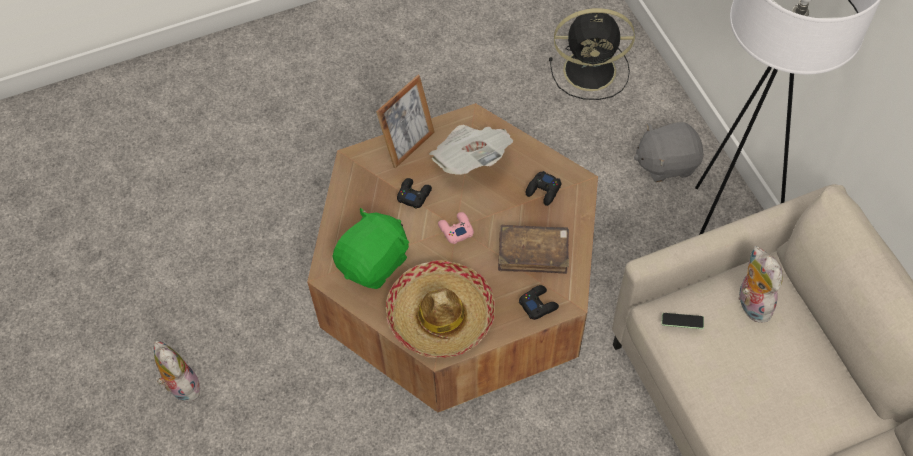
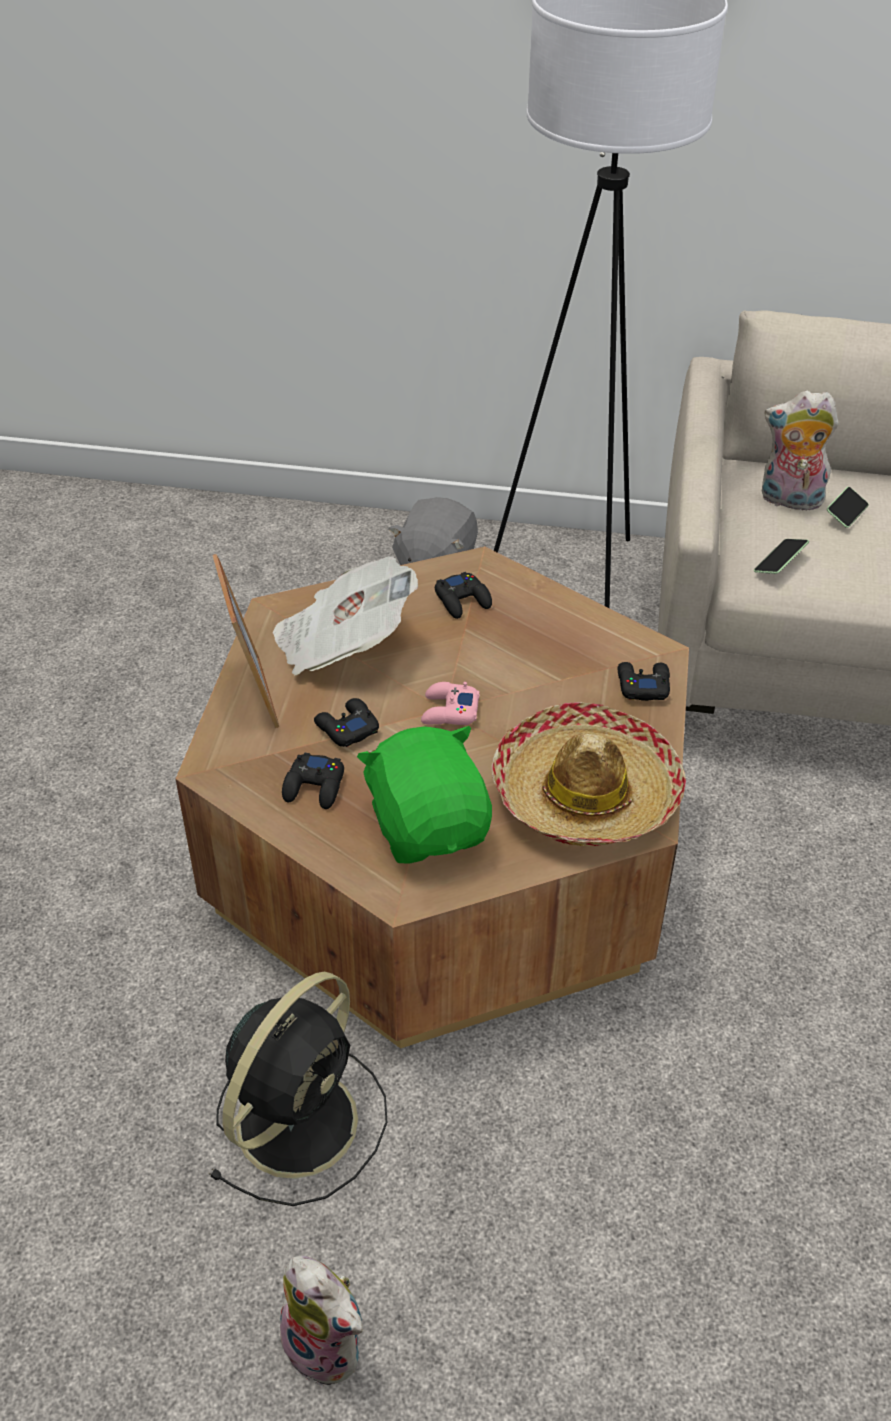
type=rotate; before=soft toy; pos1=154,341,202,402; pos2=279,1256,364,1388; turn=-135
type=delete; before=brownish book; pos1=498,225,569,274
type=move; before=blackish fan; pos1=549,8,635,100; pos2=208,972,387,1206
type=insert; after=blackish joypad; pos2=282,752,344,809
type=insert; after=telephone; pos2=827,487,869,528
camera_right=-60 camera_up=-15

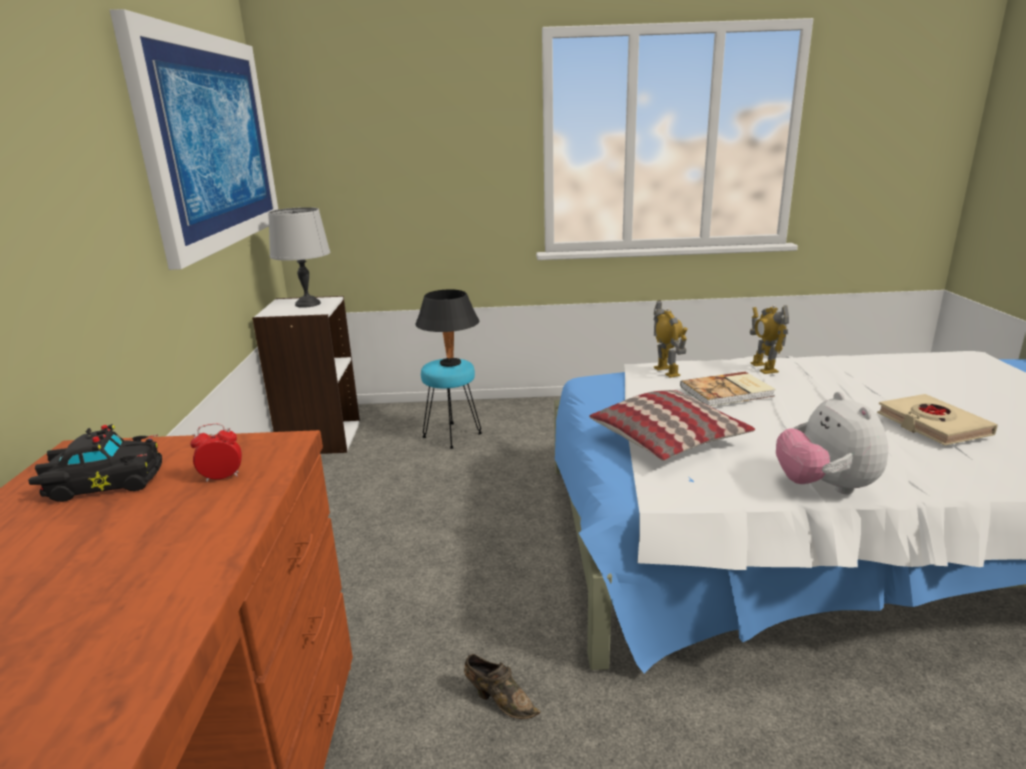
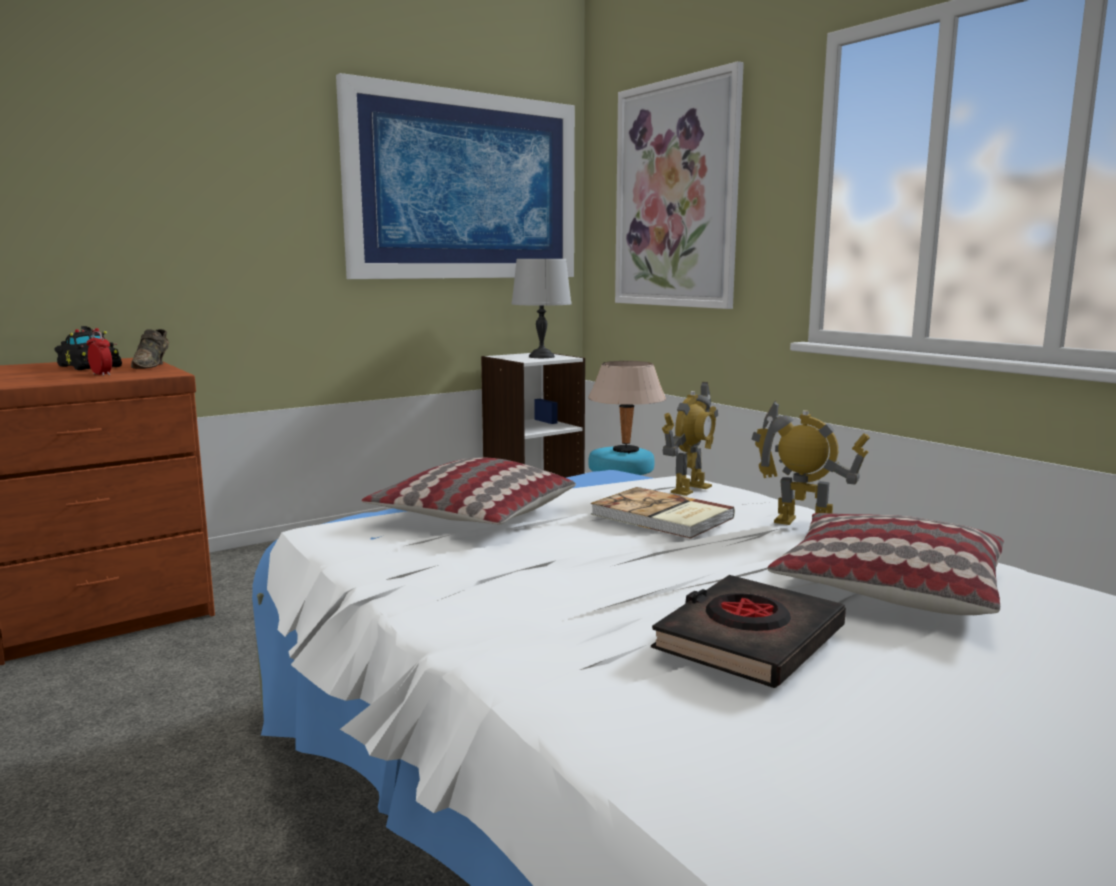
type=recolor; before=blackish table lamp; after=sand-coloured table lamp; pos1=415,289,479,367; pos2=588,361,666,453
type=move; before=brownish low shoe; pos1=464,654,541,719; pos2=131,329,169,369
type=rotate; before=toy robot; pos1=750,305,789,374; pos2=751,400,870,525; turn=75
type=delete; before=soft toy; pos1=776,392,888,494
type=recolor; before=sand-coloured book; after=blackish book; pos1=877,394,998,445; pos2=651,575,846,688
type=insert; after=wall picture; pos2=615,61,744,309
type=insert; after=pillow; pos2=767,513,1004,615
camera_right=55 camera_up=-10

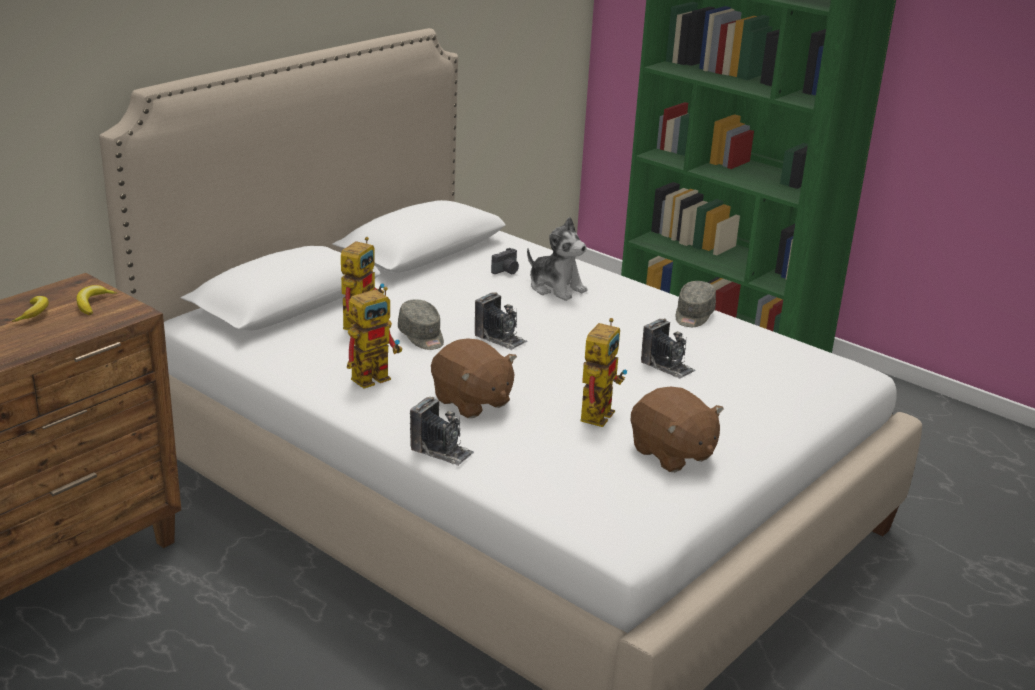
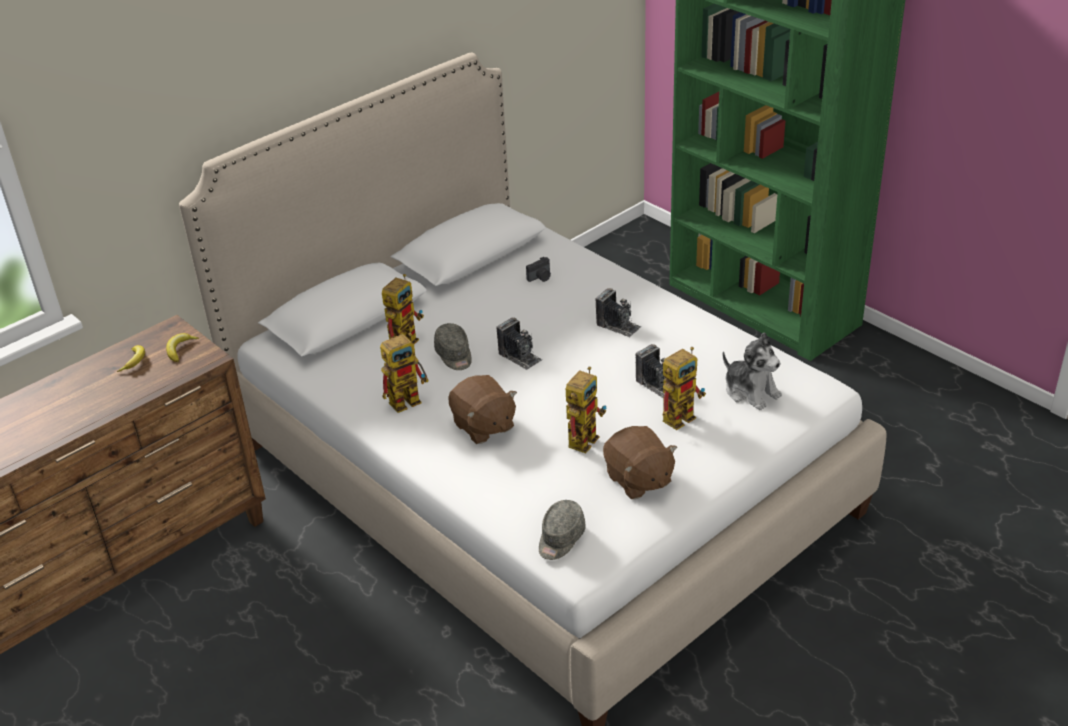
type=move; before=photo camera; pos1=410,397,474,466; pos2=596,288,641,337
type=move; before=soft toy; pos1=527,217,587,301; pos2=723,332,782,410
type=move; before=gray baseball cap; pos1=676,281,716,327; pos2=539,500,586,560
type=insert; after=toy robot; pos2=663,347,706,430
camera_right=10 camera_up=10

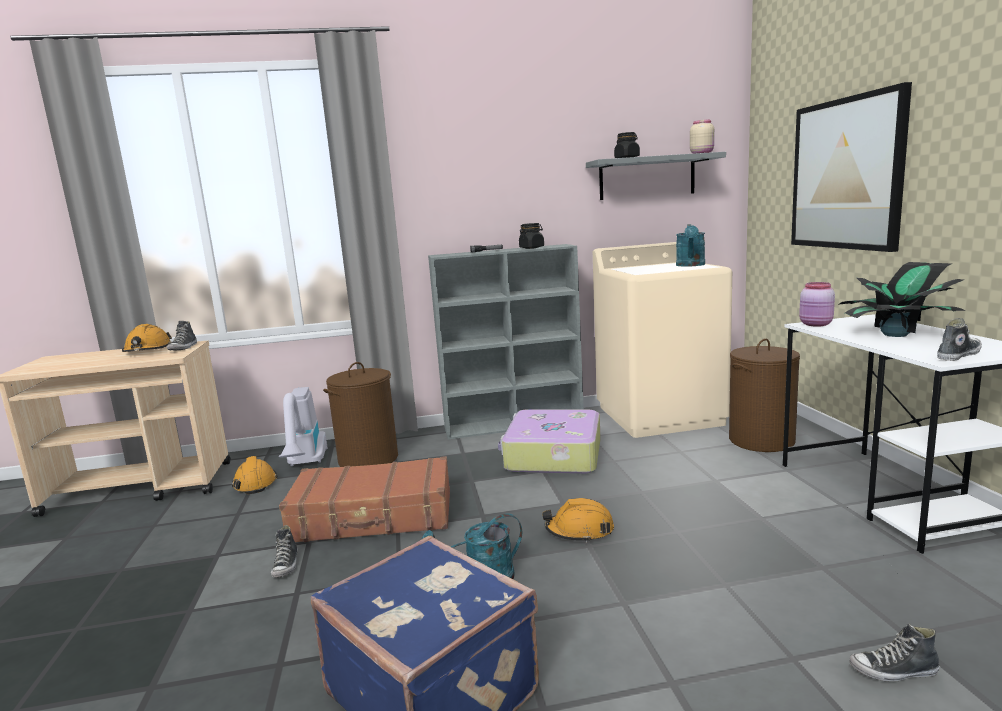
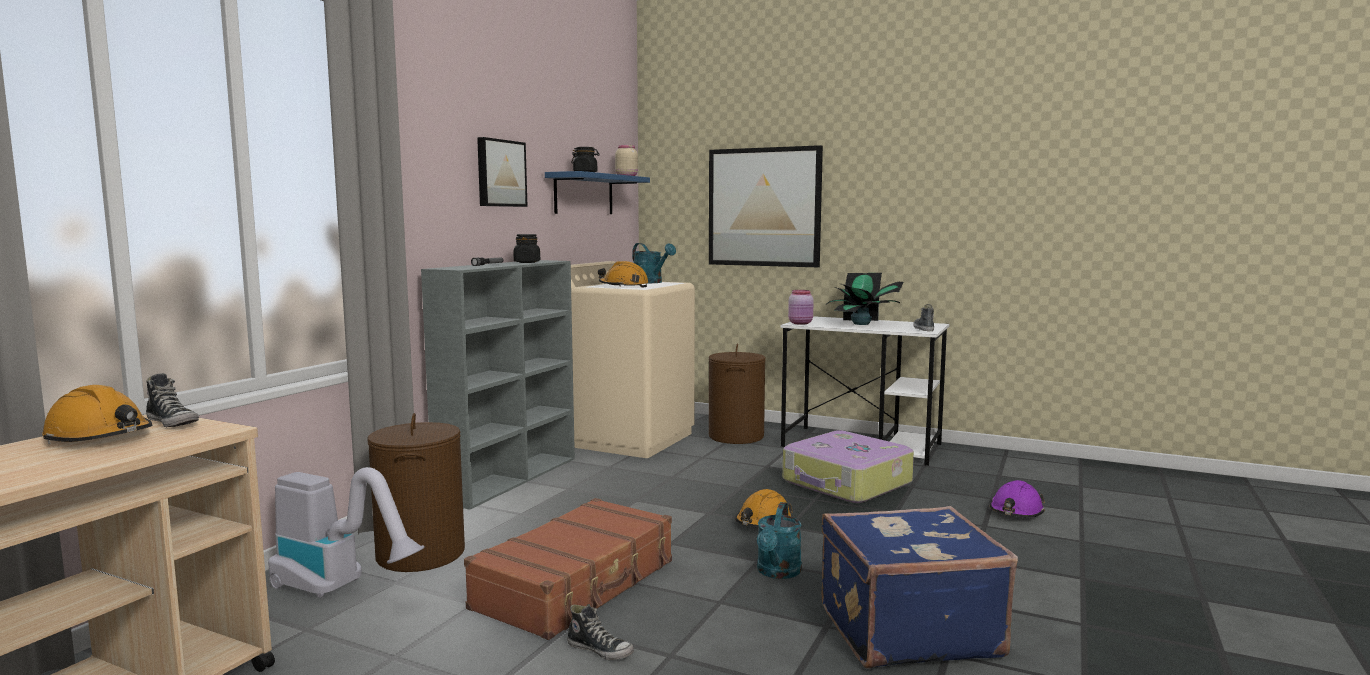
type=move; before=orangey work helmet; pos1=232,456,277,494; pos2=598,261,649,288
type=move; before=travel case; pos1=498,409,601,474; pos2=783,430,914,503
type=recolor; before=gray bracket shelf; after=blue bracket shelf; pos1=586,152,726,200; pos2=545,171,650,214
type=replace; before=low shoe; after=purplish work helmet; pos1=849,623,940,682; pos2=990,480,1045,517
type=insert; after=wall picture; pos2=477,137,528,207
camera_right=-55 camera_up=-5

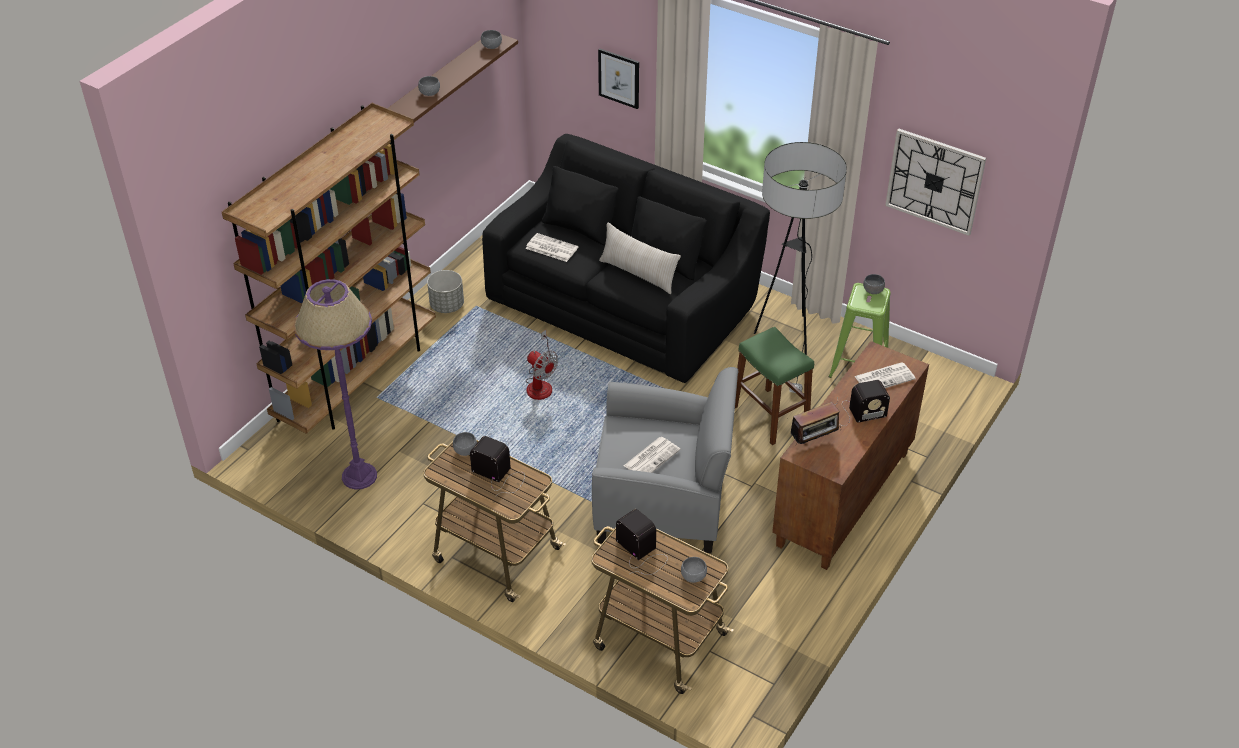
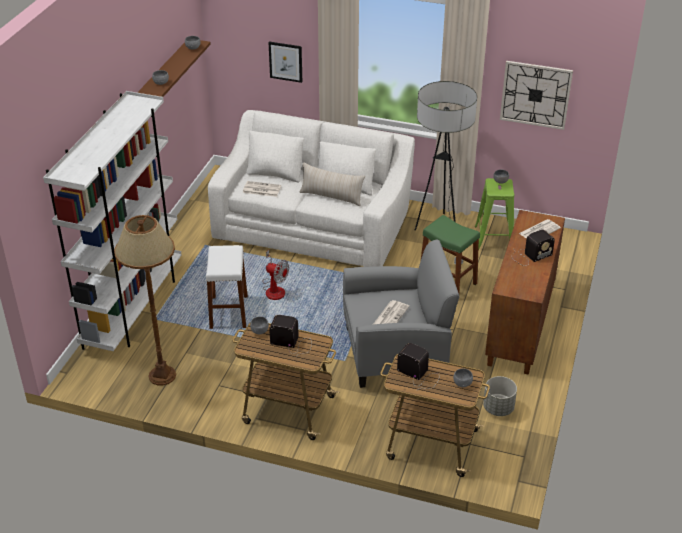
type=recolor; before=brownish shelving unit; after=whitish shelving unit; pos1=222,103,436,434; pos2=43,91,182,351
type=recolor; before=purplish floor lamp; after=brownish floor lamp; pos1=294,279,377,490; pos2=114,215,176,386
type=move; before=gray planter; pos1=427,270,464,313; pos2=483,376,517,416
type=recolor; before=blackish couch; after=whitish couch; pos1=482,134,770,383; pos2=208,110,415,267
type=delete; before=radio; pos1=790,402,841,444
type=insert; after=whitish sitting stool; pos2=206,245,248,329
camera_right=-15 camera_up=-5

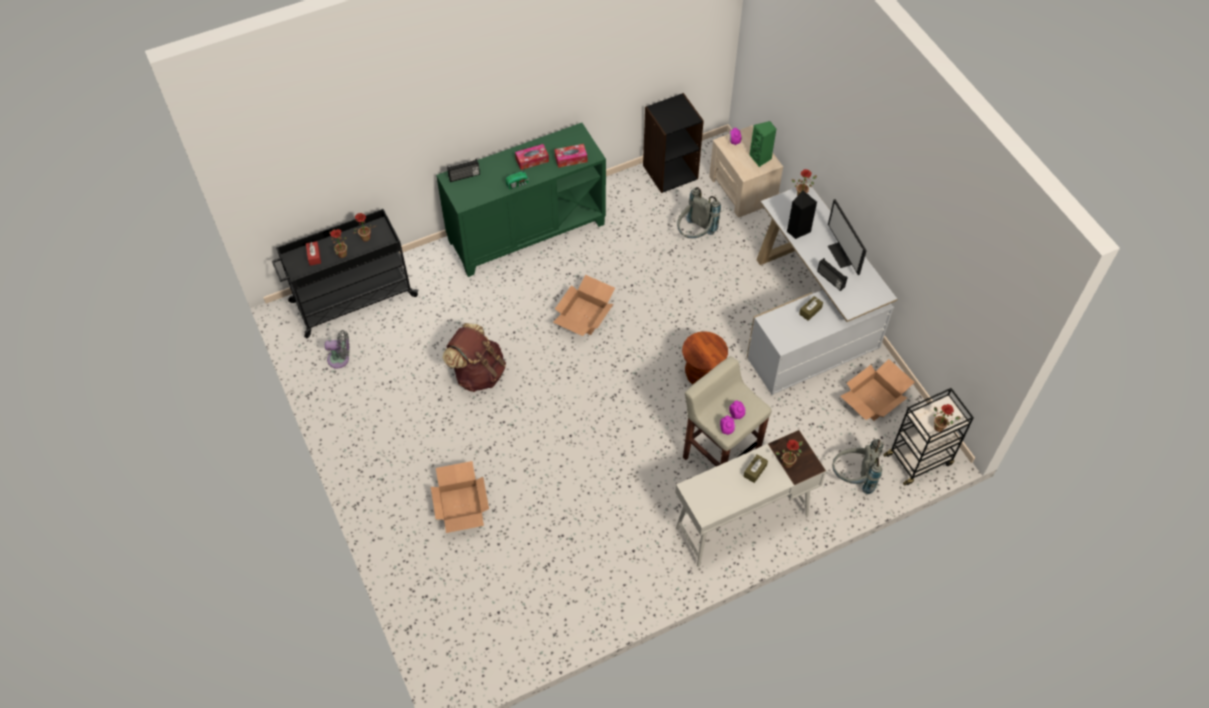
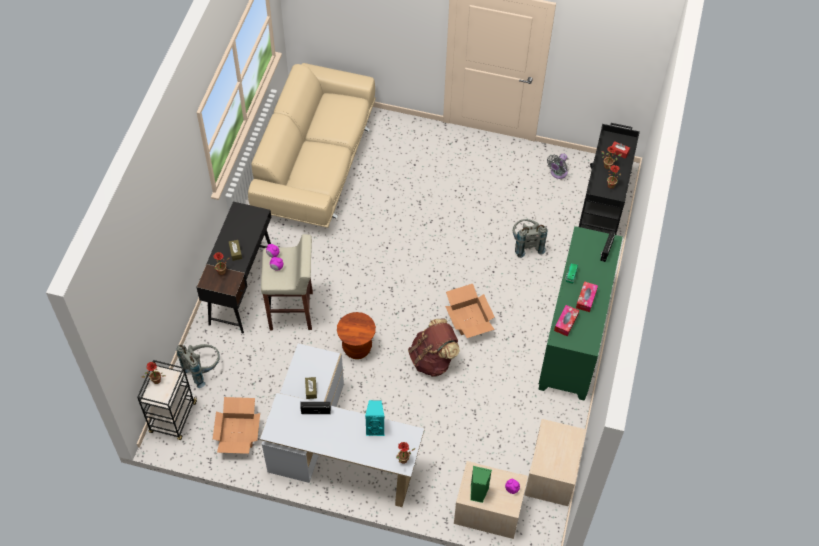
type=delete; before=packing box; pos1=431,461,489,533
type=move; before=brownish knapsack; pos1=443,323,506,392; pos2=408,319,460,377
type=replace; before=blackish shelving unit; after=sand-coloured nightstand; pos1=643,93,704,193; pos2=524,419,586,506
type=recolor; before=whitish desk; after=blackish desk; pos1=675,430,826,567; pos2=196,202,271,334
type=move; before=gray knapsack; pos1=677,187,721,238; pos2=513,219,547,258
type=recolor; before=blackish audio speaker; after=blue-green audio speaker; pos1=786,191,817,239; pos2=365,400,385,436
type=delete; before=computer display; pos1=828,199,867,275
type=insert; after=sand-coloured couch; pos2=248,63,376,228
camera_right=130 camera_up=0

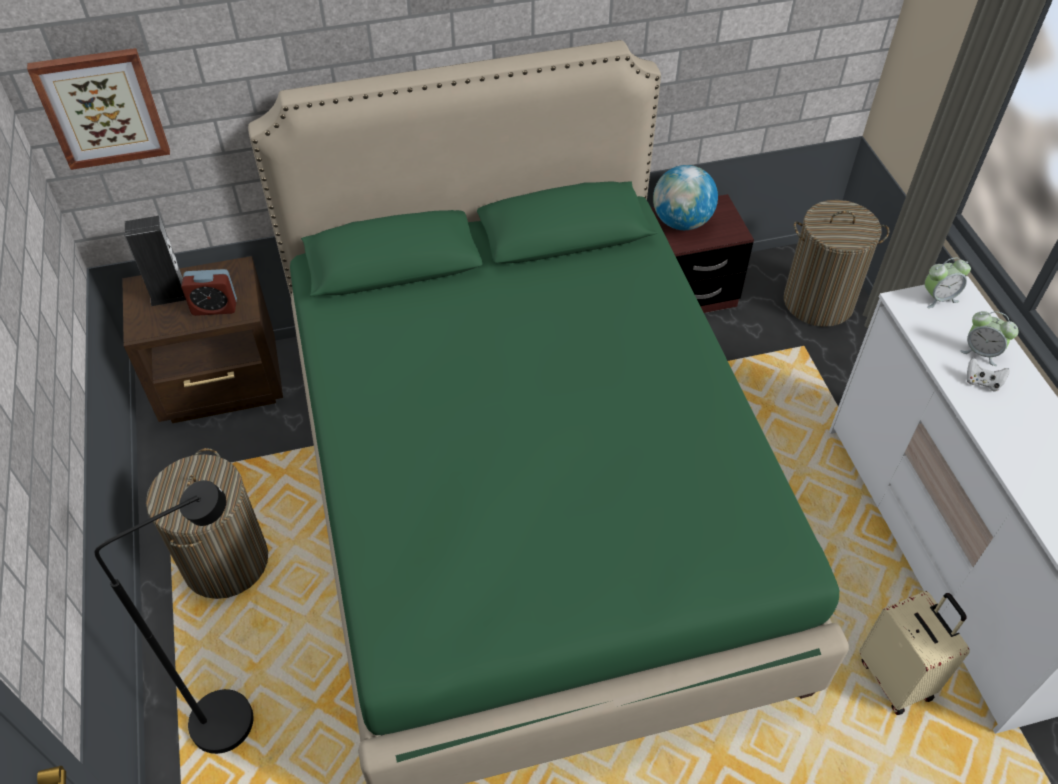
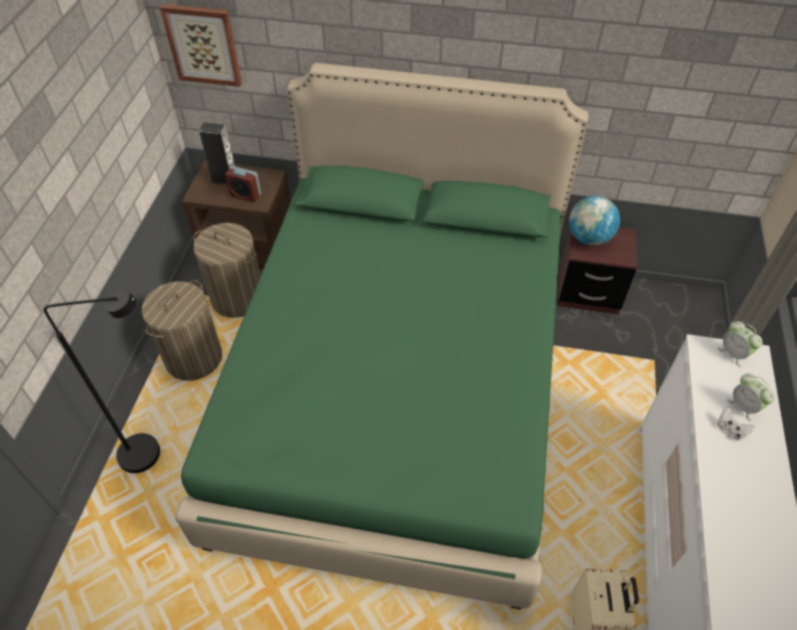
type=move; before=hamper; pos1=784,200,889,327; pos2=193,223,261,318
type=rotate; before=alarm clock; pos1=925,257,971,308; pos2=717,321,763,367; turn=45
camera_right=25 camera_up=0

